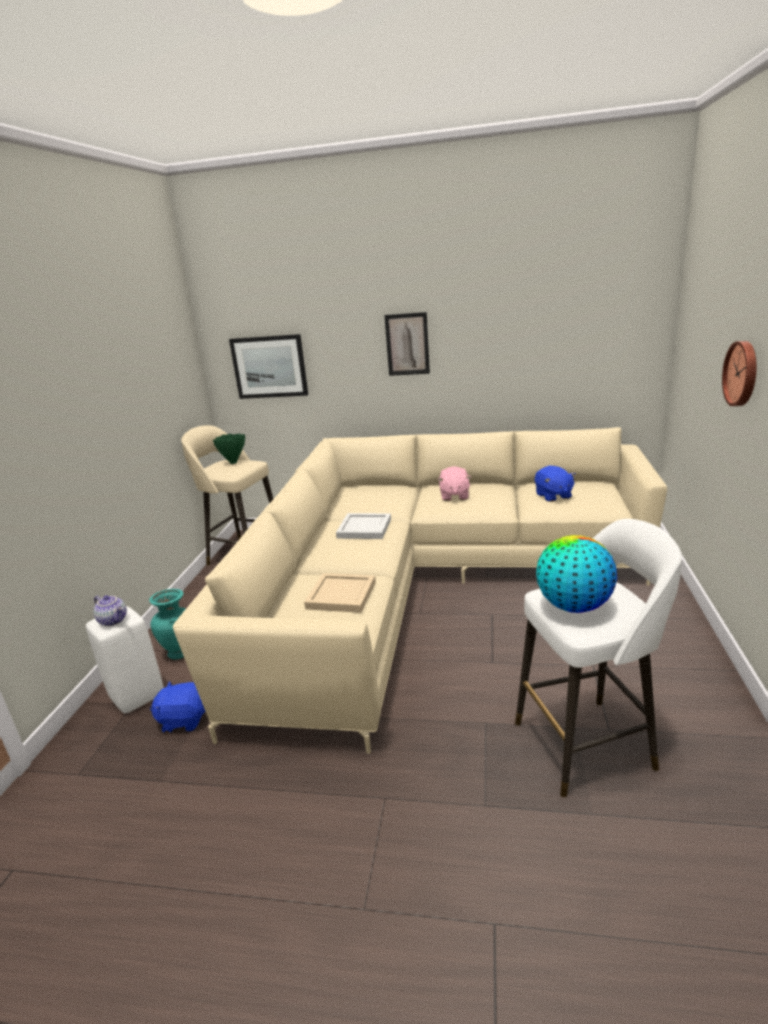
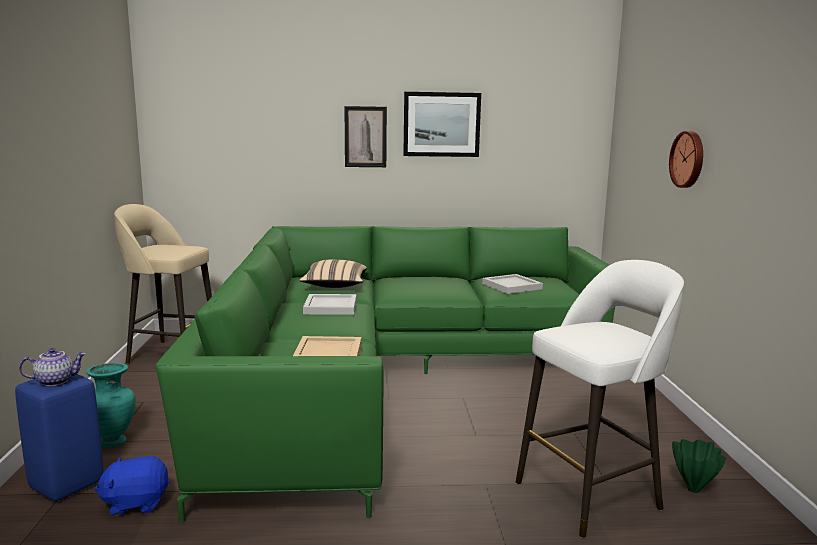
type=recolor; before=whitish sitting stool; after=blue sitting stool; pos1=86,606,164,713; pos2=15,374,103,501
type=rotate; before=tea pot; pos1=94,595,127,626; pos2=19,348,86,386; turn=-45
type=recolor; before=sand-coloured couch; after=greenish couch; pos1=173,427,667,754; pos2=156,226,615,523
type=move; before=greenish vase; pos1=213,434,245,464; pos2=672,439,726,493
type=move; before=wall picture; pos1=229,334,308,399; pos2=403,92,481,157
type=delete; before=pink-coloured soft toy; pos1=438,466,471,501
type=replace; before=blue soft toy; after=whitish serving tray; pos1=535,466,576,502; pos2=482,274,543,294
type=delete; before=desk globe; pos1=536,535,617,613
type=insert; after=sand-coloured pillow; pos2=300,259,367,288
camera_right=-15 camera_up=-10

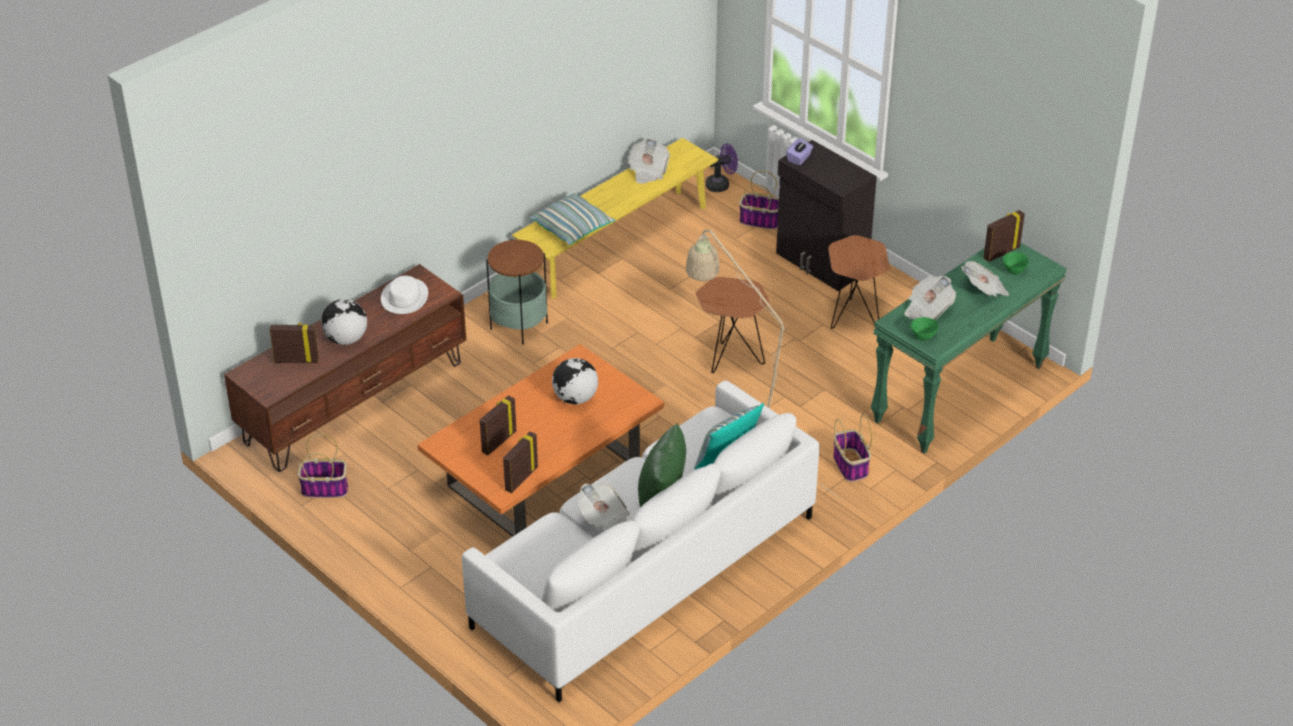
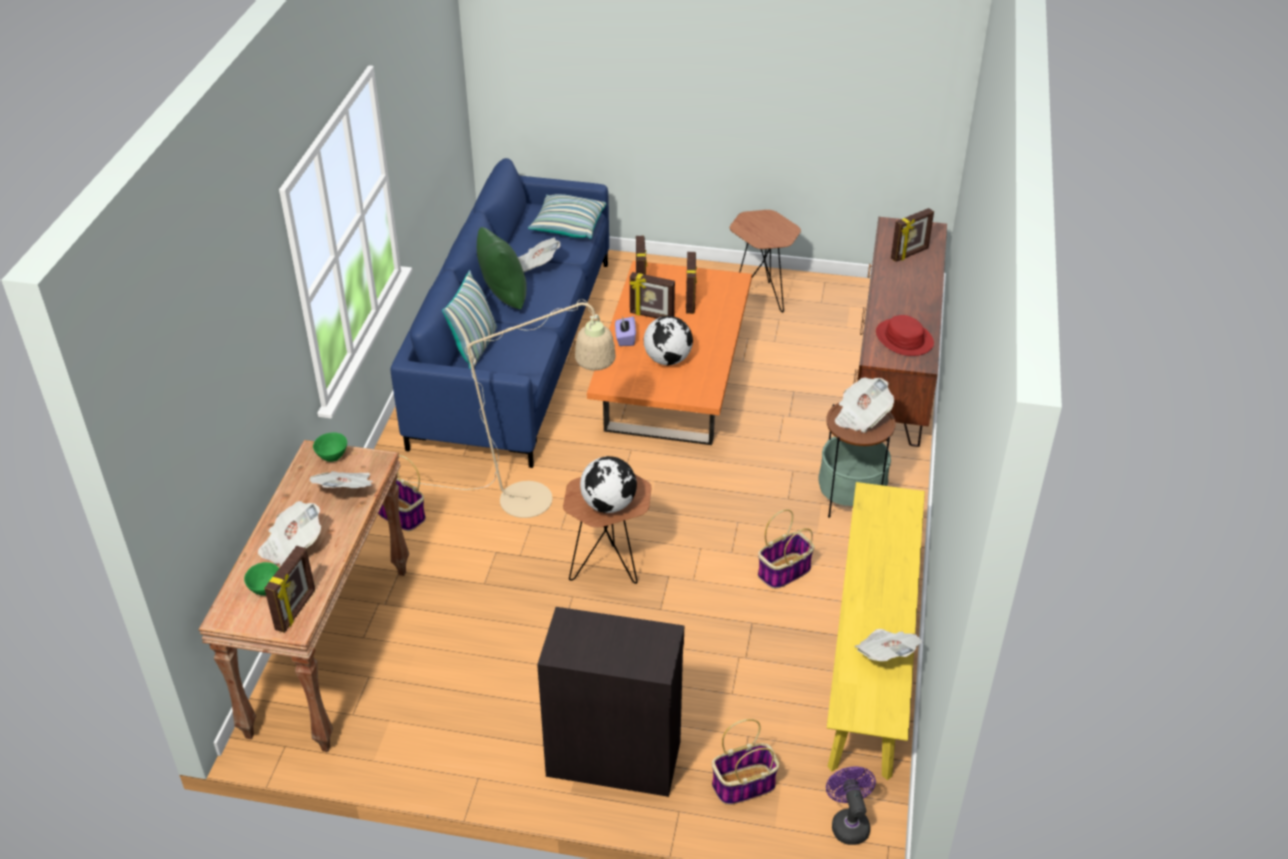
type=move; before=household basket; pos1=298,434,348,498; pos2=758,509,814,589
type=move; before=desk globe; pos1=321,299,367,345; pos2=580,456,637,513
type=recolor; before=whitish hat; after=red hat; pos1=381,276,428,314; pos2=876,315,934,356
type=recolor; before=whitish couch; after=blue couch; pos1=462,381,819,702; pos2=391,158,609,468
type=move; before=pillow; pos1=530,193,616,245; pos2=528,194,606,239
type=rotate; before=purplish fan; pos1=705,143,738,192; pos2=826,766,876,845; turn=135
type=move; before=purplish tissue box; pos1=786,138,813,166; pos2=615,316,636,346
type=move; before=brownish accent table; pos1=828,235,890,329; pos2=730,210,801,312
type=recolor; before=greenish narrow table; after=brownish narrow table; pos1=871,243,1067,454; pos2=199,440,409,752
type=insert; after=standing frame; pos2=629,272,675,319
type=insert; after=newspaper; pos2=835,377,894,433
camera_right=145 camera_up=0

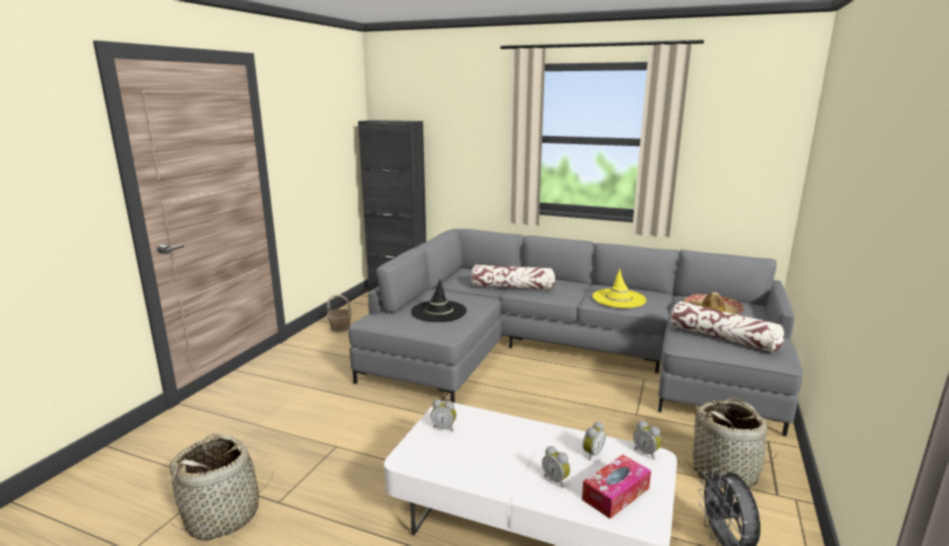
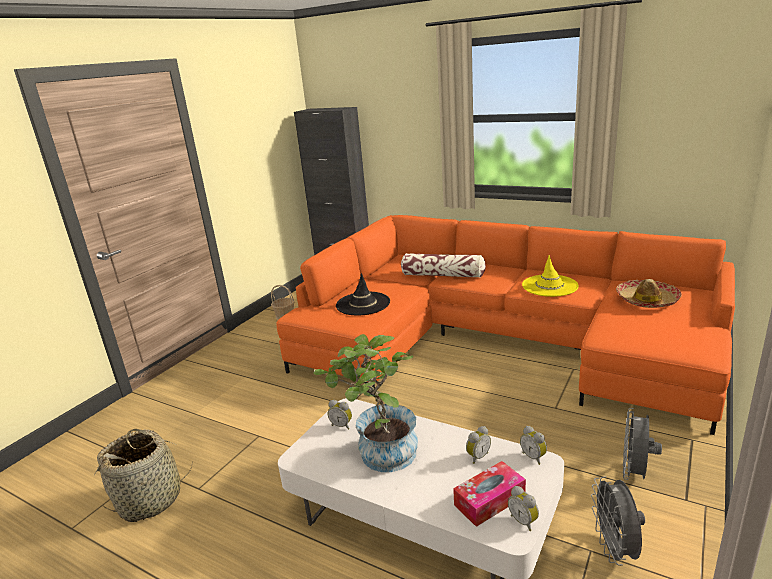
type=recolor; before=gray couch; after=orangey couch; pos1=349,229,803,436; pos2=277,215,735,435
type=move; before=alarm clock; pos1=542,446,570,488; pos2=508,486,539,531
type=delete; before=pillow; pos1=671,301,785,353
type=replace; before=household basket; after=gray fan; pos1=686,398,781,488; pos2=623,408,662,480
type=insert; after=potted plant; pos2=314,334,418,472
camera_right=10 camera_up=5

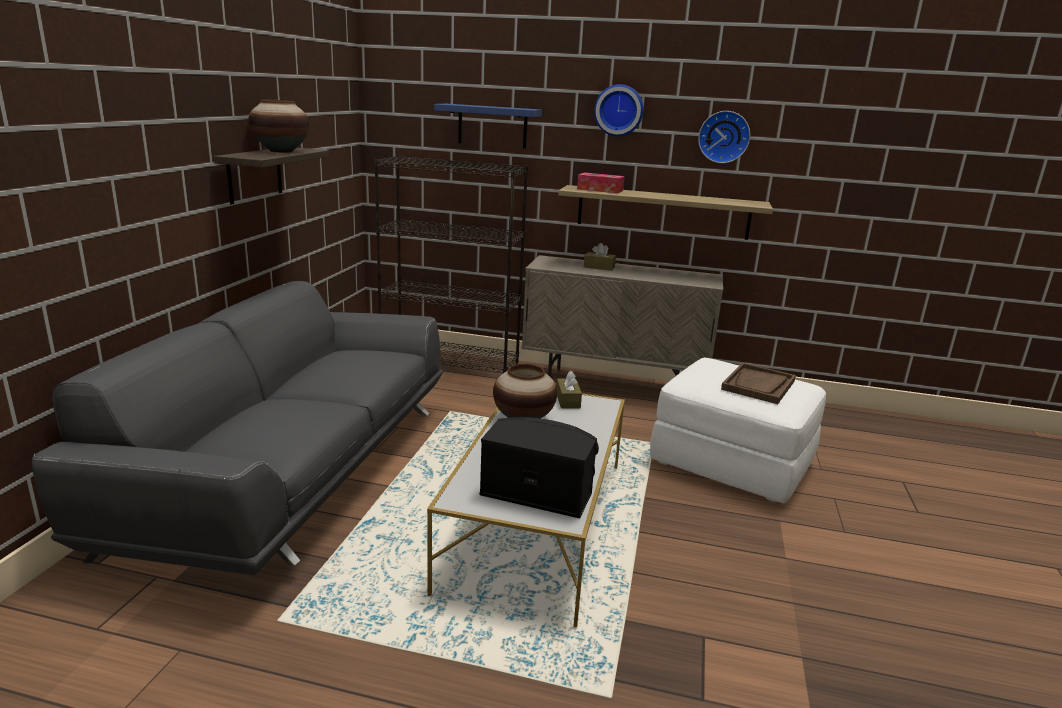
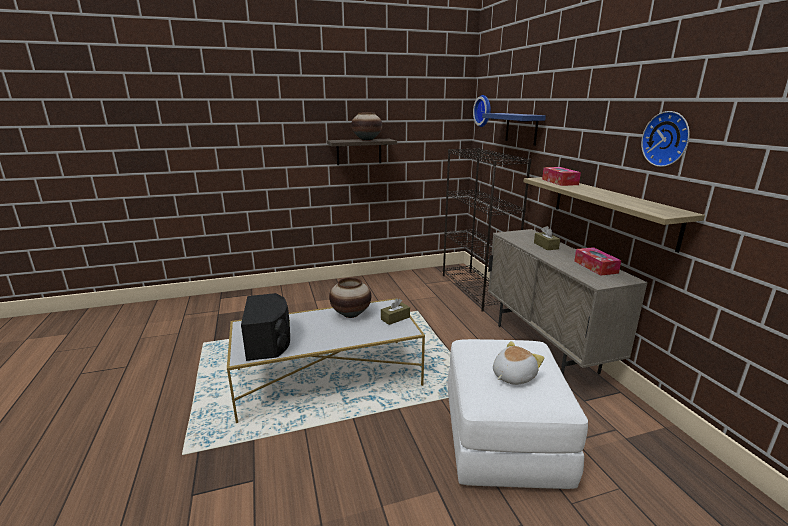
type=delete; before=gray couch; pos1=32,281,443,575
type=move; before=wall clock; pos1=594,84,644,137; pos2=473,95,491,127
type=replace; before=brownish serving tray; after=soft toy; pos1=721,362,796,404; pos2=493,341,544,385
type=insert; after=tissue box; pos2=574,247,621,276
camera_right=60 camera_up=0

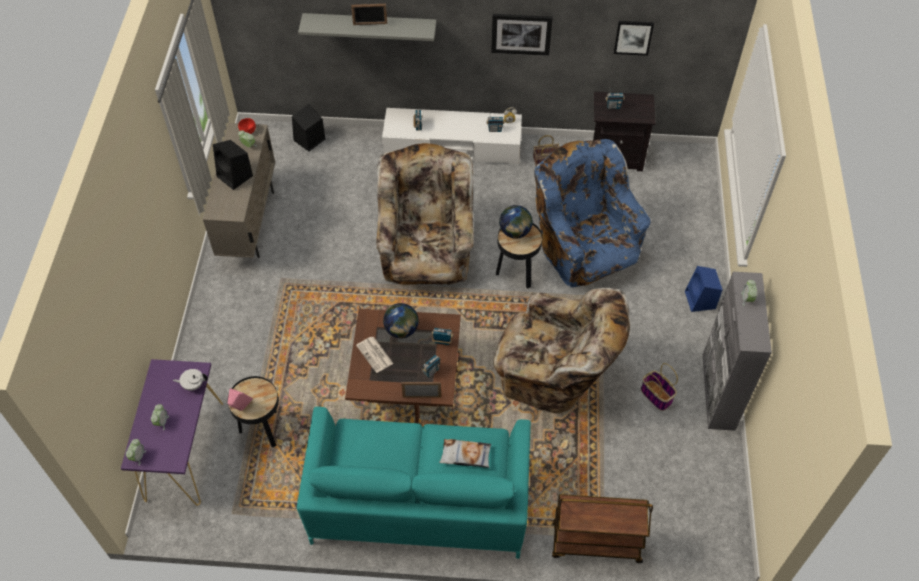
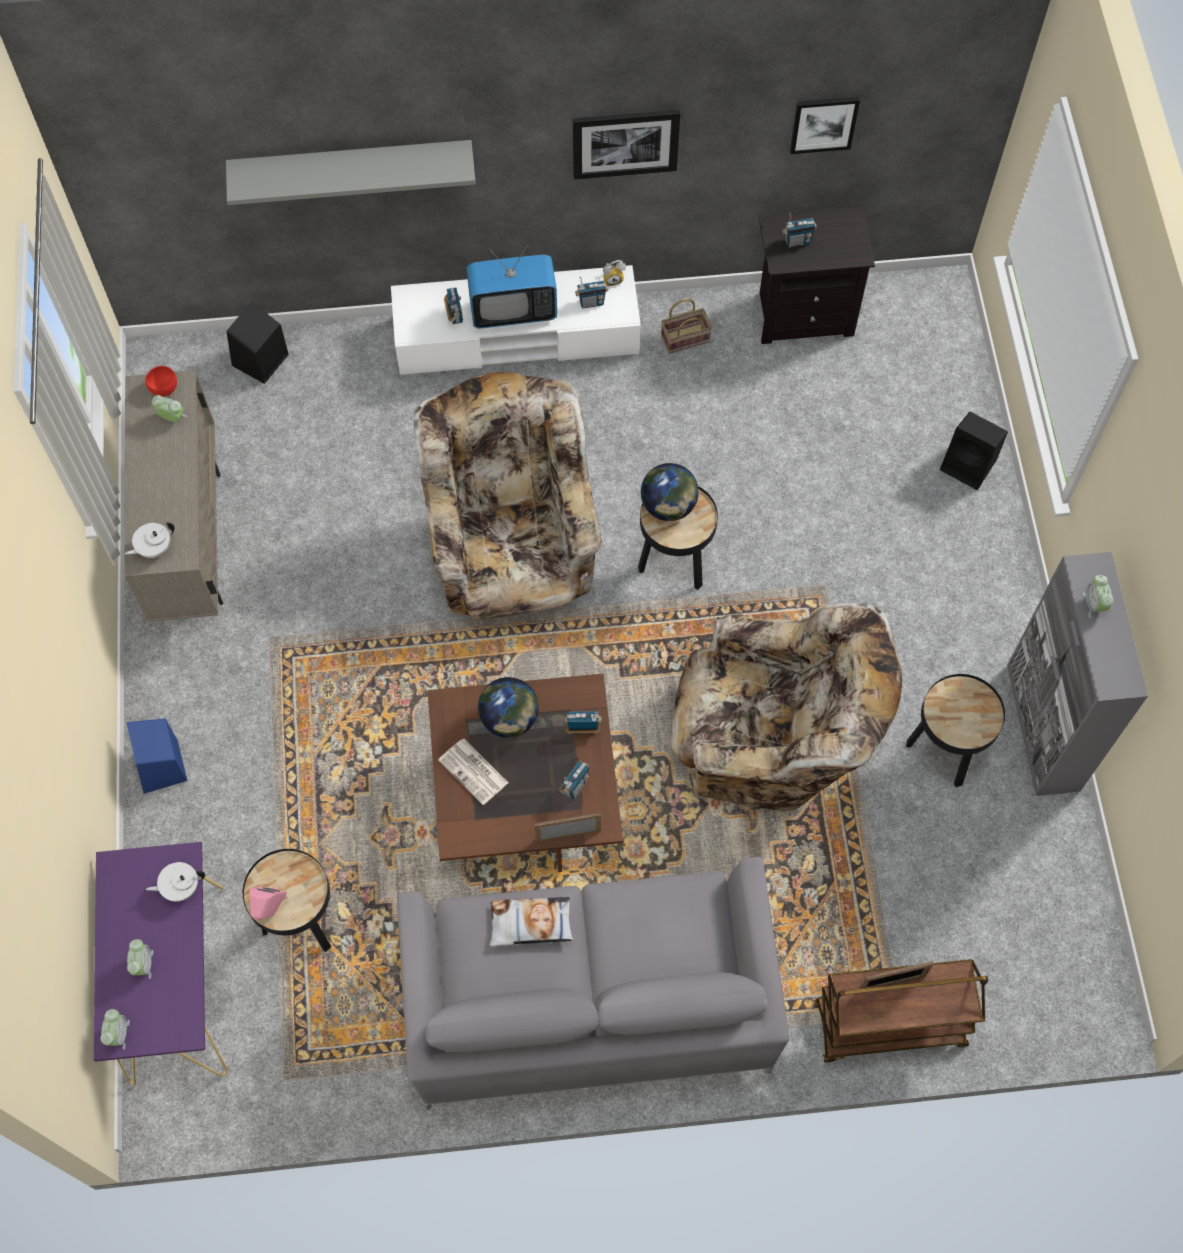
type=move; before=blackish audio speaker; pos1=213,140,253,190; pos2=940,412,1008,490
type=recolor; before=blue-green couch; after=gray couch; pos1=297,407,531,559; pos2=397,857,789,1110
type=move; before=standing frame; pos1=351,4,387,25; pos2=859,961,934,989
type=move; before=pillow; pos1=439,439,491,468; pos2=489,897,573,946
type=delete; before=blue easy chair; pos1=534,139,651,287
type=replace; before=household basket; after=blackish accent table; pos1=641,363,678,411; pos2=906,674,1005,787
type=move; before=blue audio speaker; pos1=685,266,723,312; pos2=126,718,188,794
type=insert; after=whitish tea pot; pos2=125,522,175,558
type=insert; after=TV set; pos2=467,245,557,329
camera_right=-10 camera_up=10

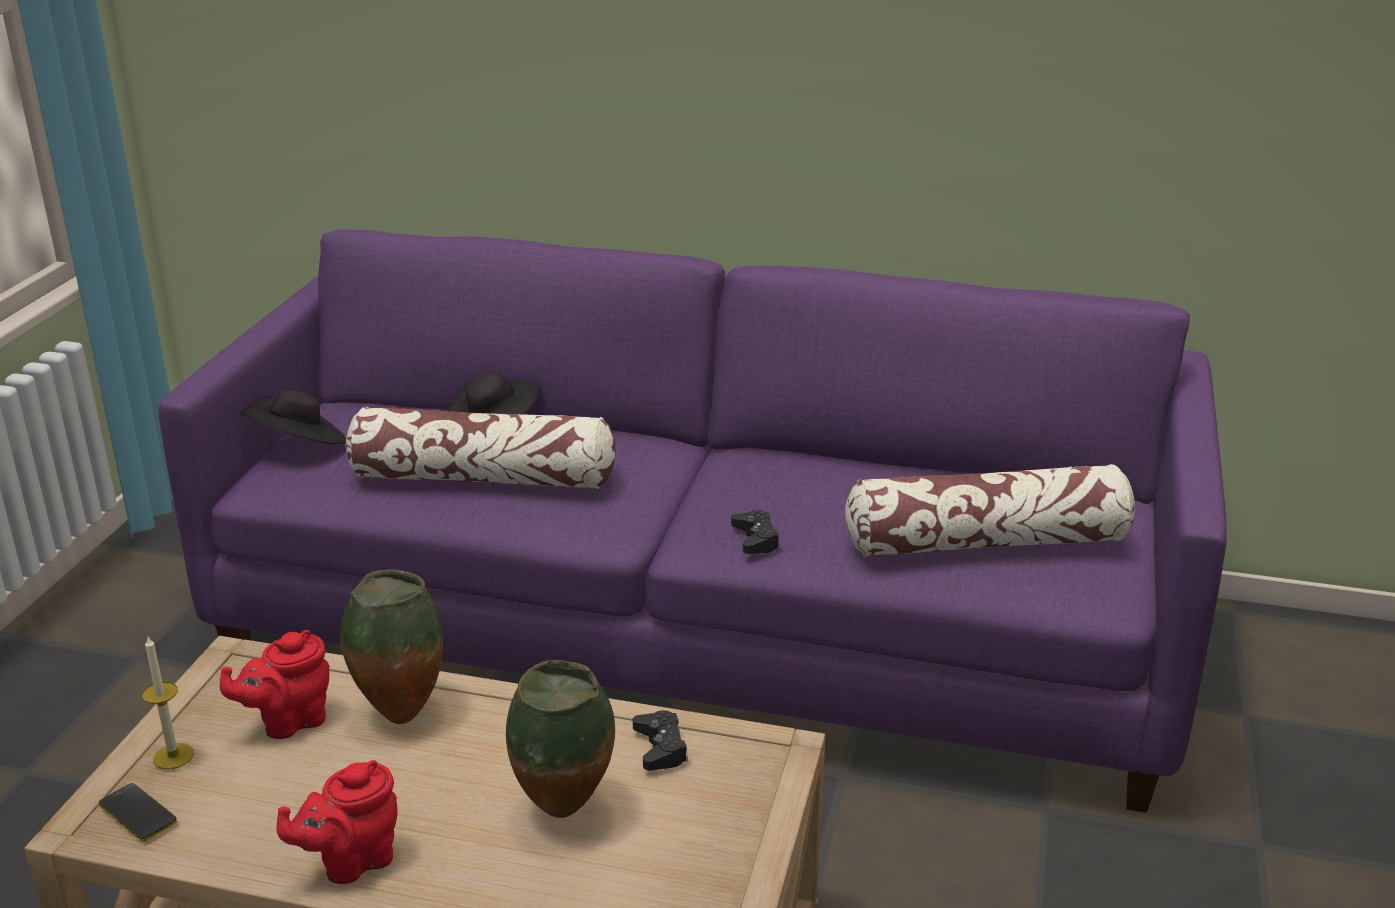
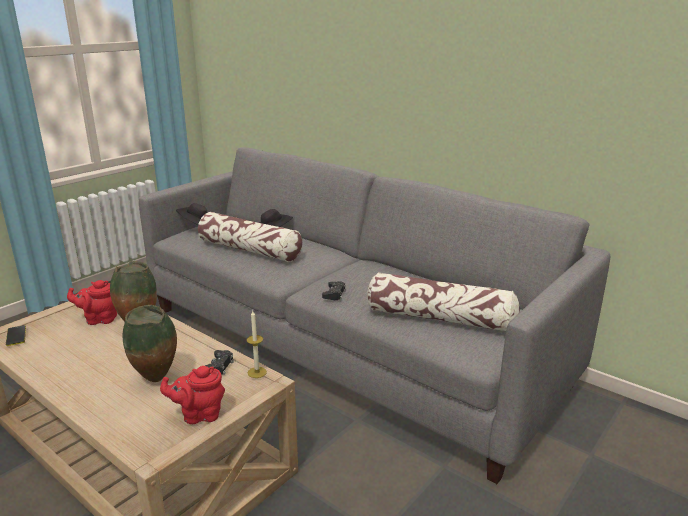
type=move; before=candle; pos1=142,635,194,769; pos2=247,311,267,378
type=recolor; before=purplish couch; after=gray couch; pos1=159,230,1227,813; pos2=139,147,610,484
type=move; before=red tea pot; pos1=277,760,398,884; pos2=160,366,225,424
camera_right=25 camera_up=-5

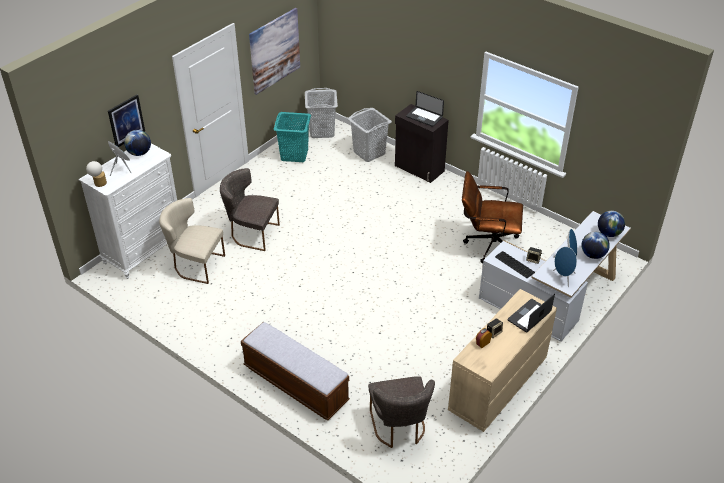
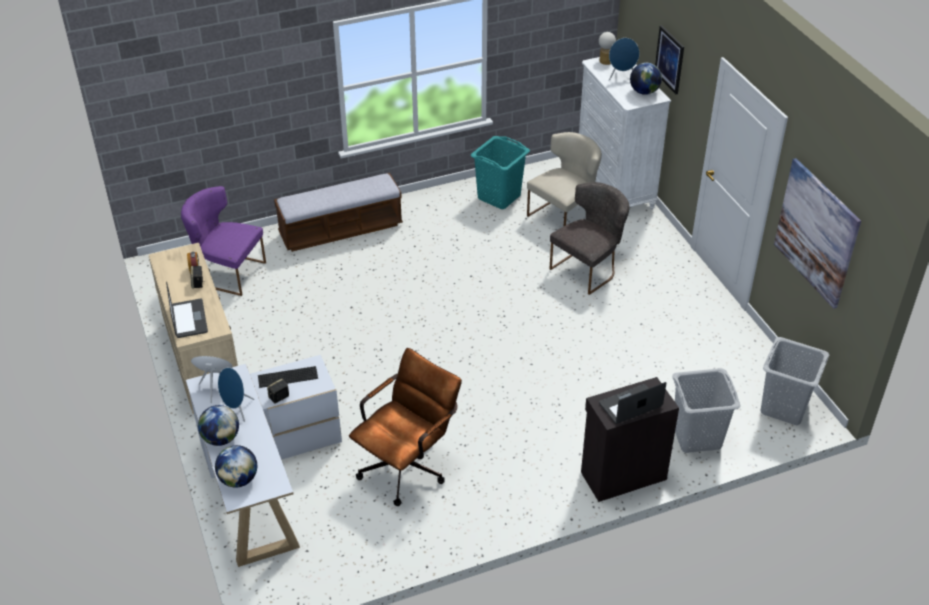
type=move; before=blue-green hamper; pos1=274,112,311,162; pos2=471,136,530,209
type=recolor; before=gray chair; after=purplish chair; pos1=368,376,435,448; pos2=181,186,266,296
camera_right=120 camera_up=0

